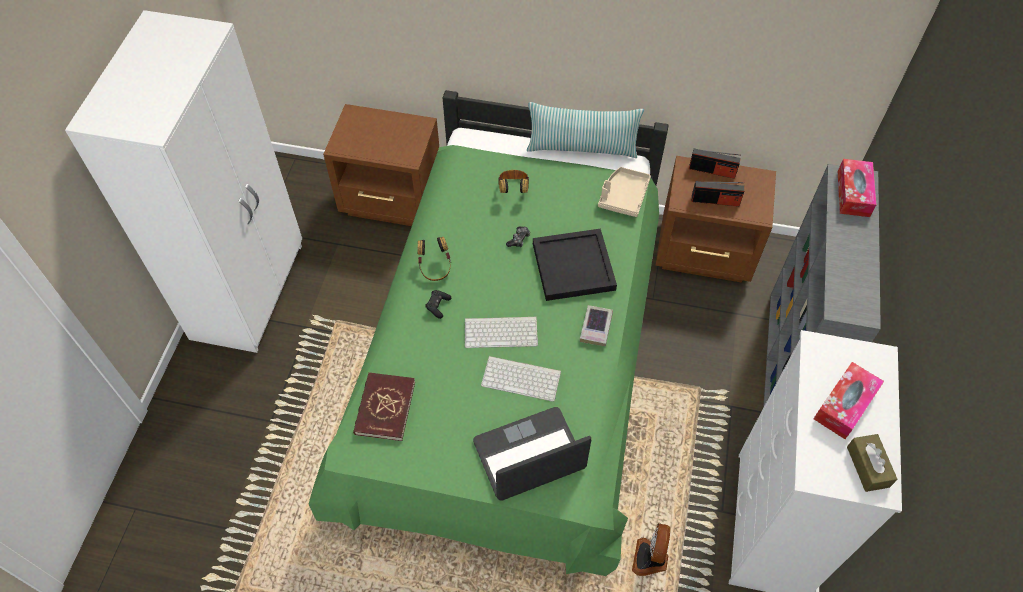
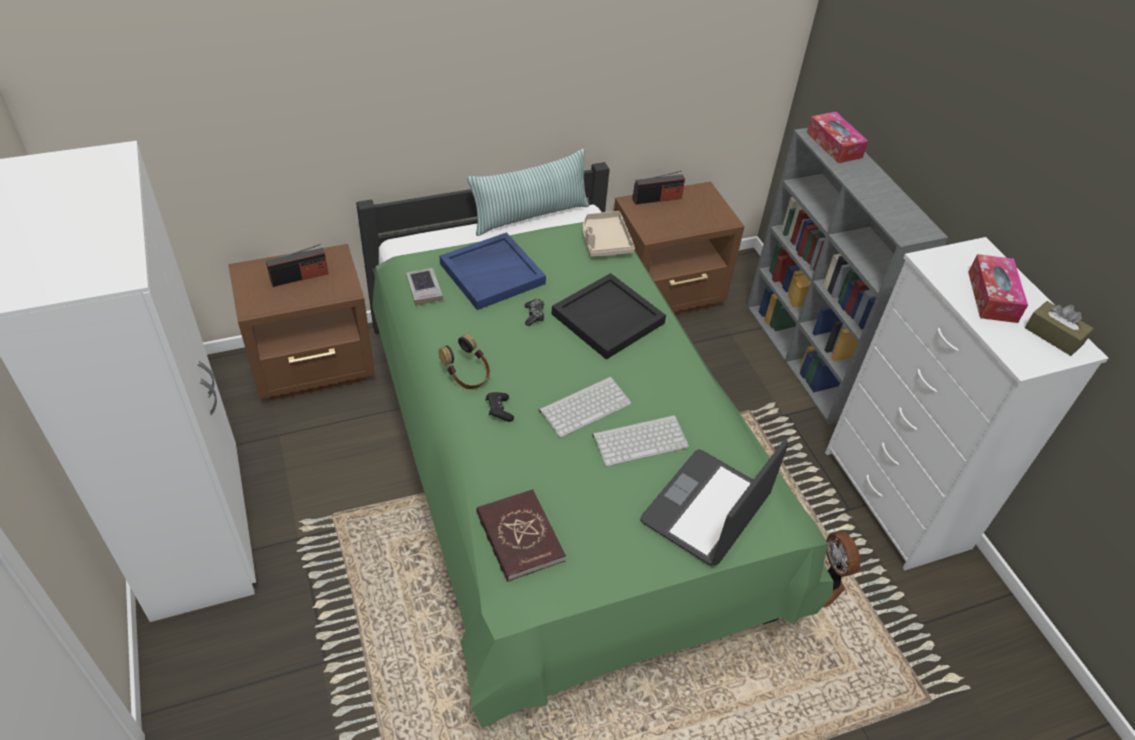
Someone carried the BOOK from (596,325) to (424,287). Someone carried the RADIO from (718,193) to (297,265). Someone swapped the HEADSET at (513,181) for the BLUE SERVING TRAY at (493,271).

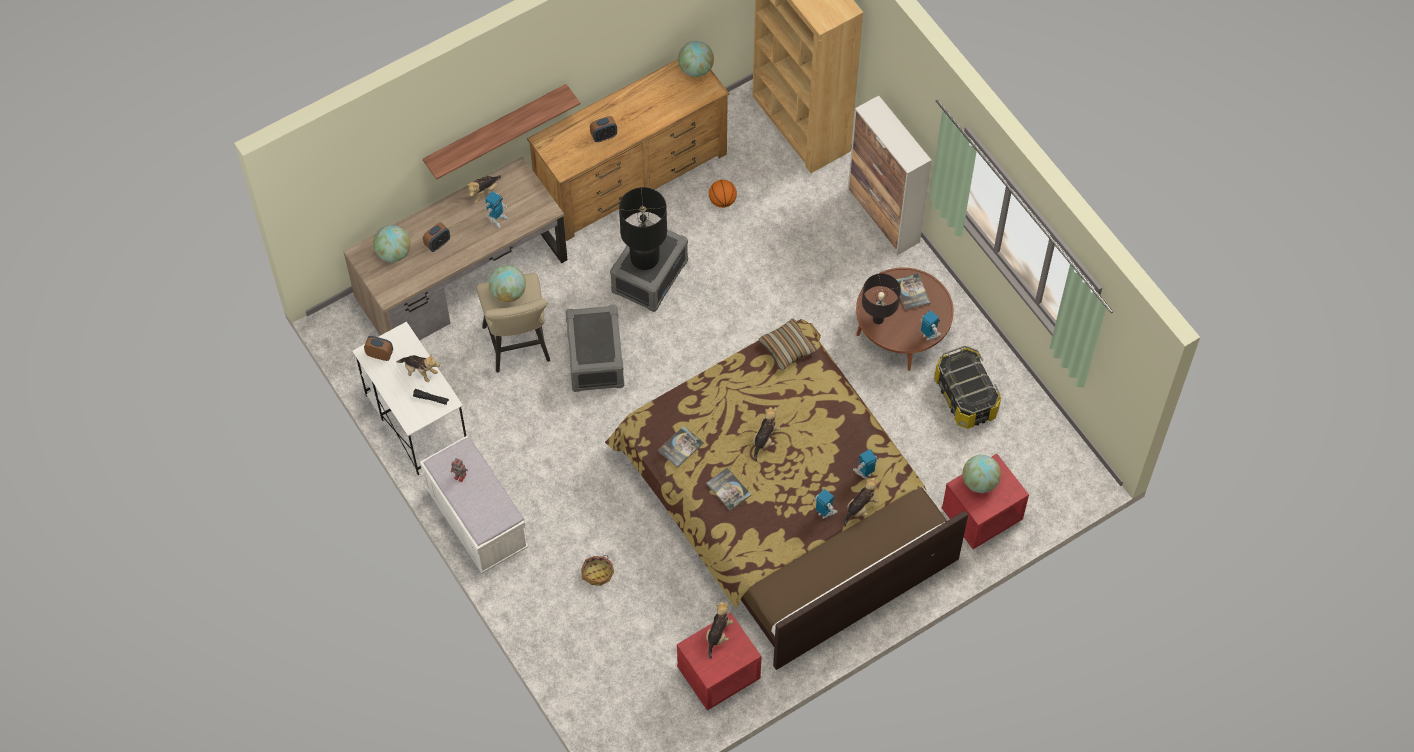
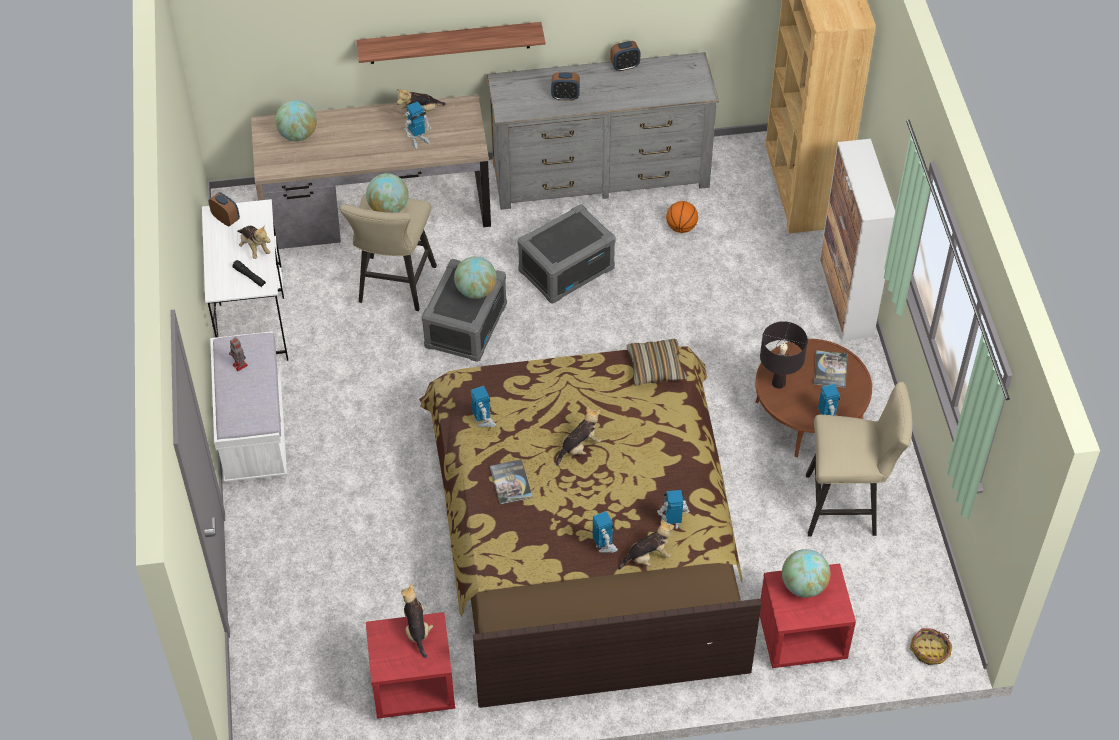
Someone took away the BLACK-COLOURED TABLE LAMP at (643,228). Someone carried the BEDSIDE CLOCK from (436,237) to (625,56). Someone carried the STORAGE BASKET from (597,570) to (931,646). Someone carried the GLOBE from (696,59) to (475,277). Someone swapped the BOOK at (681,447) for the MODEL ROBOT at (484,406). Someone swapped the STORAGE CONTAINER at (967,387) for the BEIGE STOOL SEAT at (859,459). Someone repainted the BROWN CHEST OF DRAWERS at (628,150), which became the GRAY CHEST OF DRAWERS at (603,131). Someone rotated the CUDDLY TOY at (719,630) by 60 degrees counterclockwise.

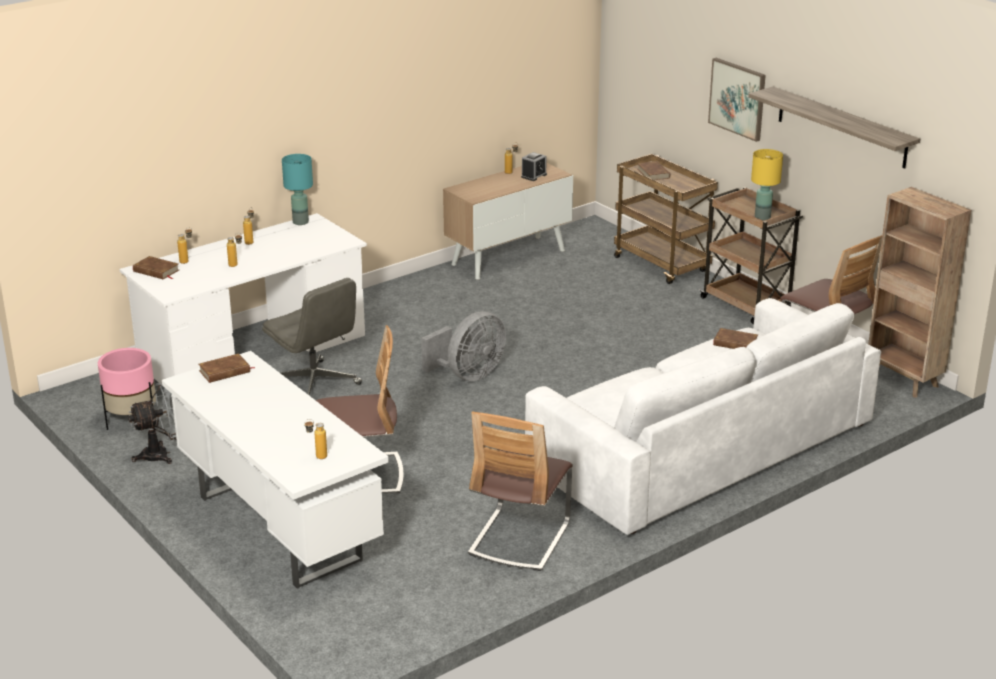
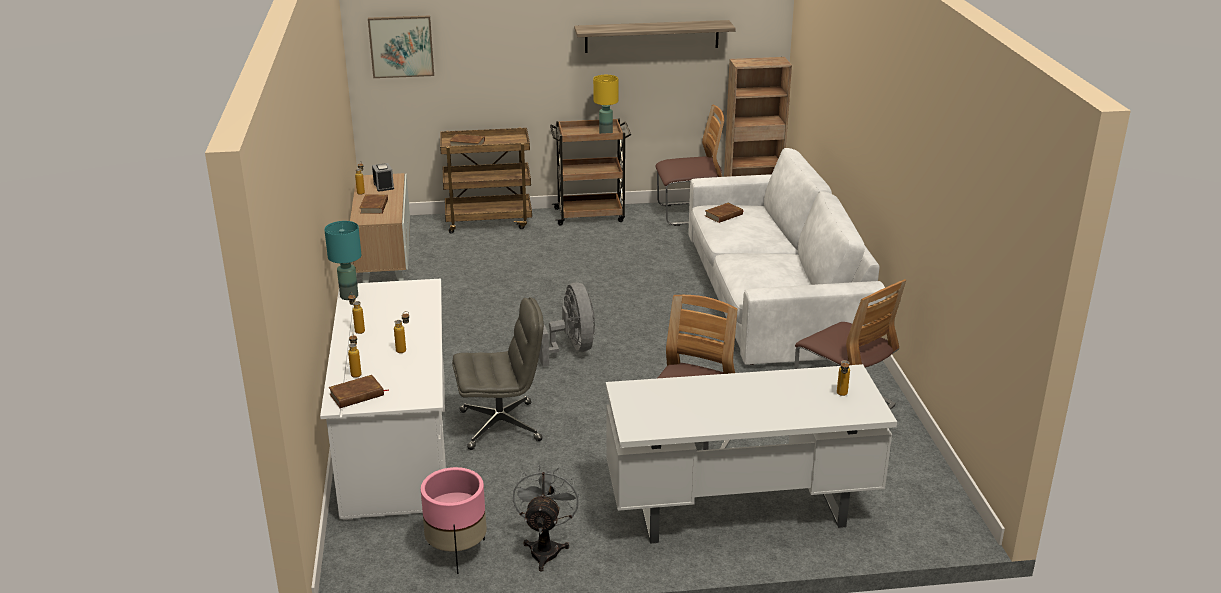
Someone carried the BROWN BOOK from (226,368) to (374,204). Someone carried the WALL ART from (737,100) to (401,47).

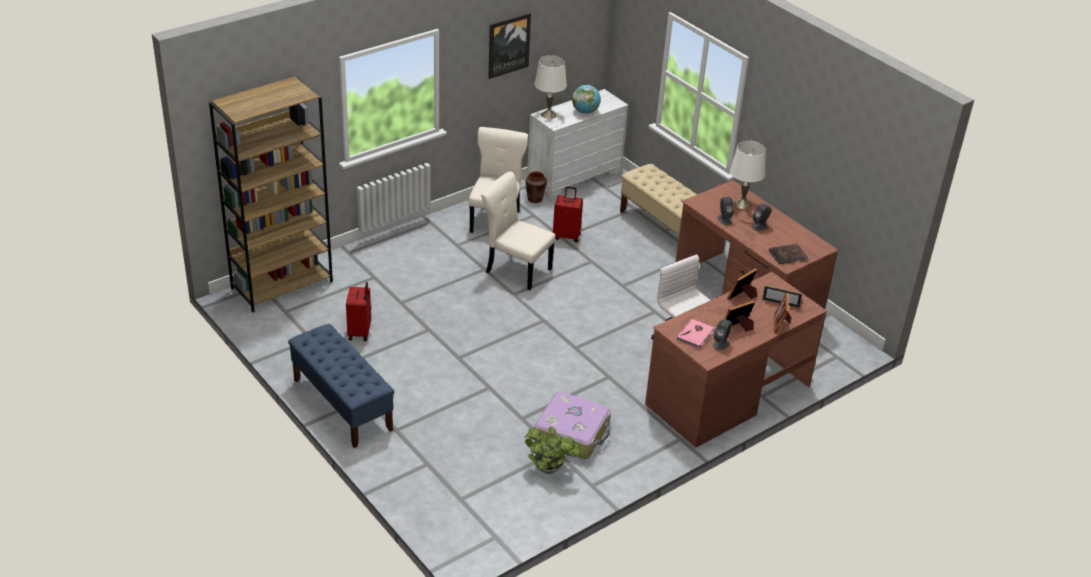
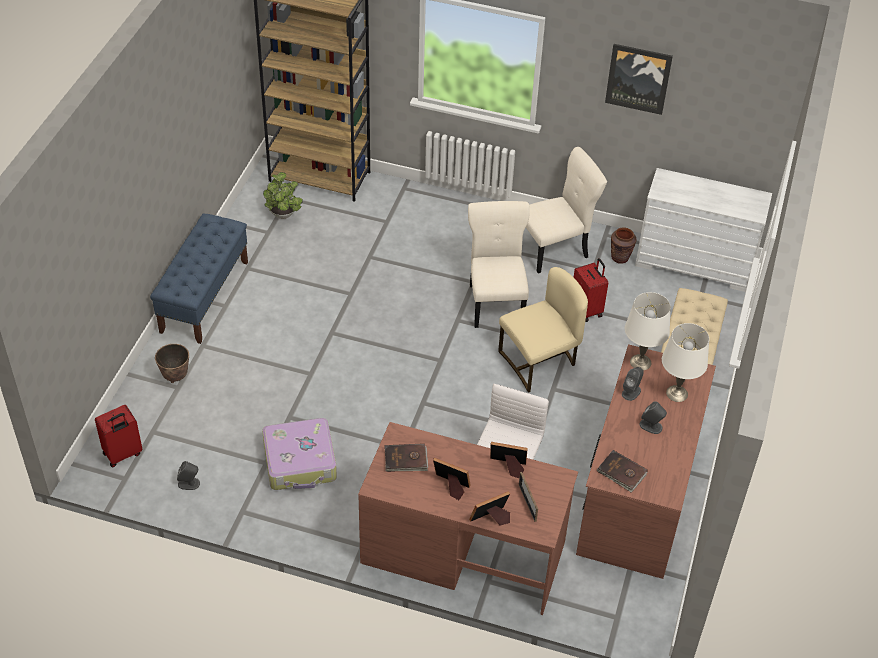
Someone took away the GLOBE at (586,99). Someone put down the PLANT POT at (172,363). Someone put down the BEIGE CHAIR at (543,330). Someone carried the RED PIECE OF LUGGAGE from (358,311) to (119,436). Someone carried the HOUSEPLANT from (552,450) to (283,195). Someone carried the WHITE TABLE LAMP from (551,87) to (648,331). Someone carried the GRAY LOUDSPEAKER from (722,334) to (188,475). Someone repainted the PINK-COLOURED BOOK at (696,334), which became the BROWN BOOK at (406,457).

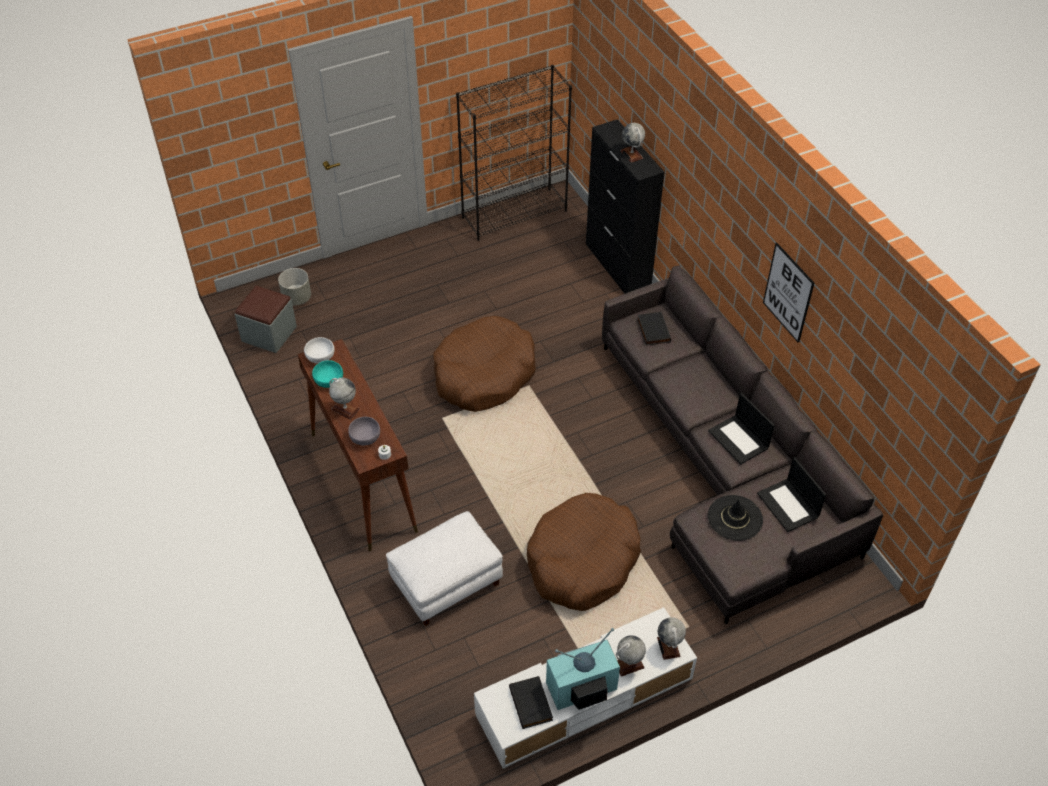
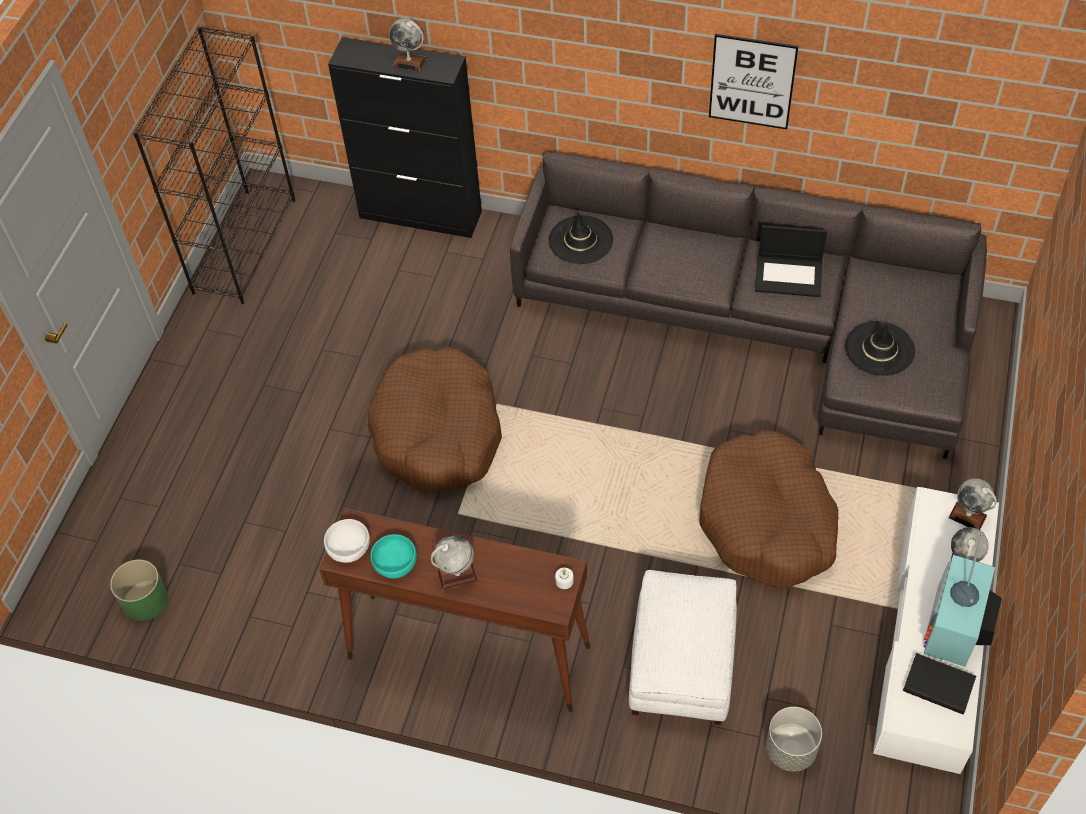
Someone took away the GRAY SERVING BOWL at (364,431). Someone took away the LAPTOP at (791,494). Someone carried the GRAY PLANT POT from (294,286) to (794,739). Someone swapped the GRAY OTTOMAN at (266,319) for the GREEN PLANT POT at (139,590). Someone swapped the BLACK-COLOURED BOOK at (654,328) for the BLACK-COLOURED WEARABLE HAT at (581,238).

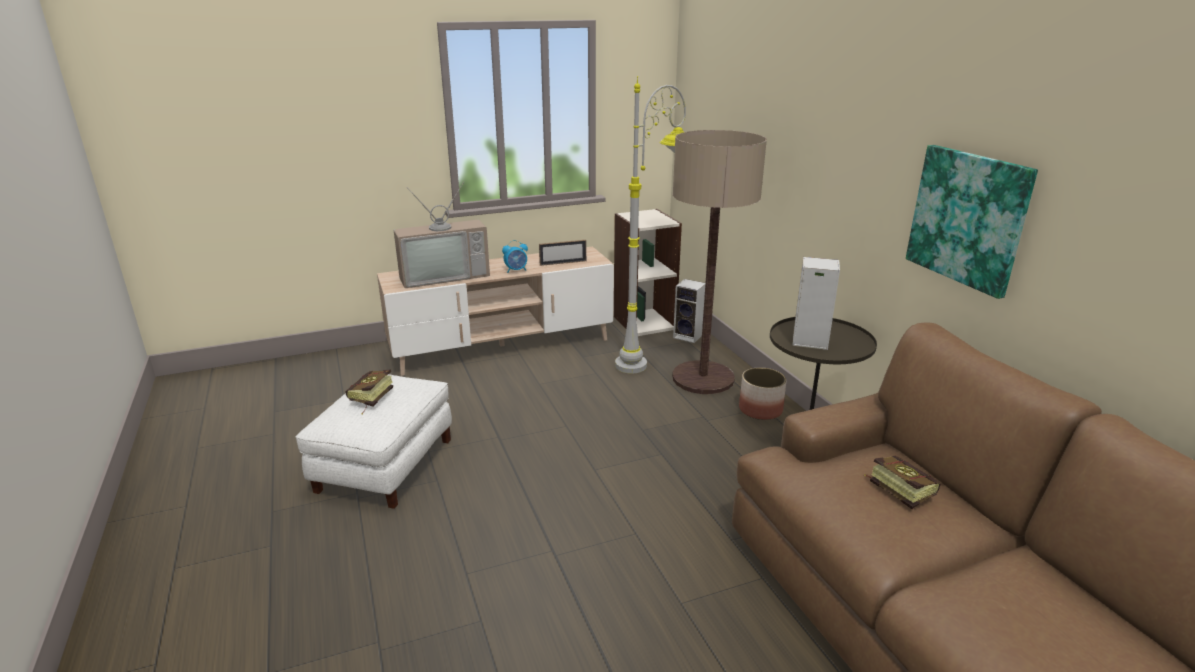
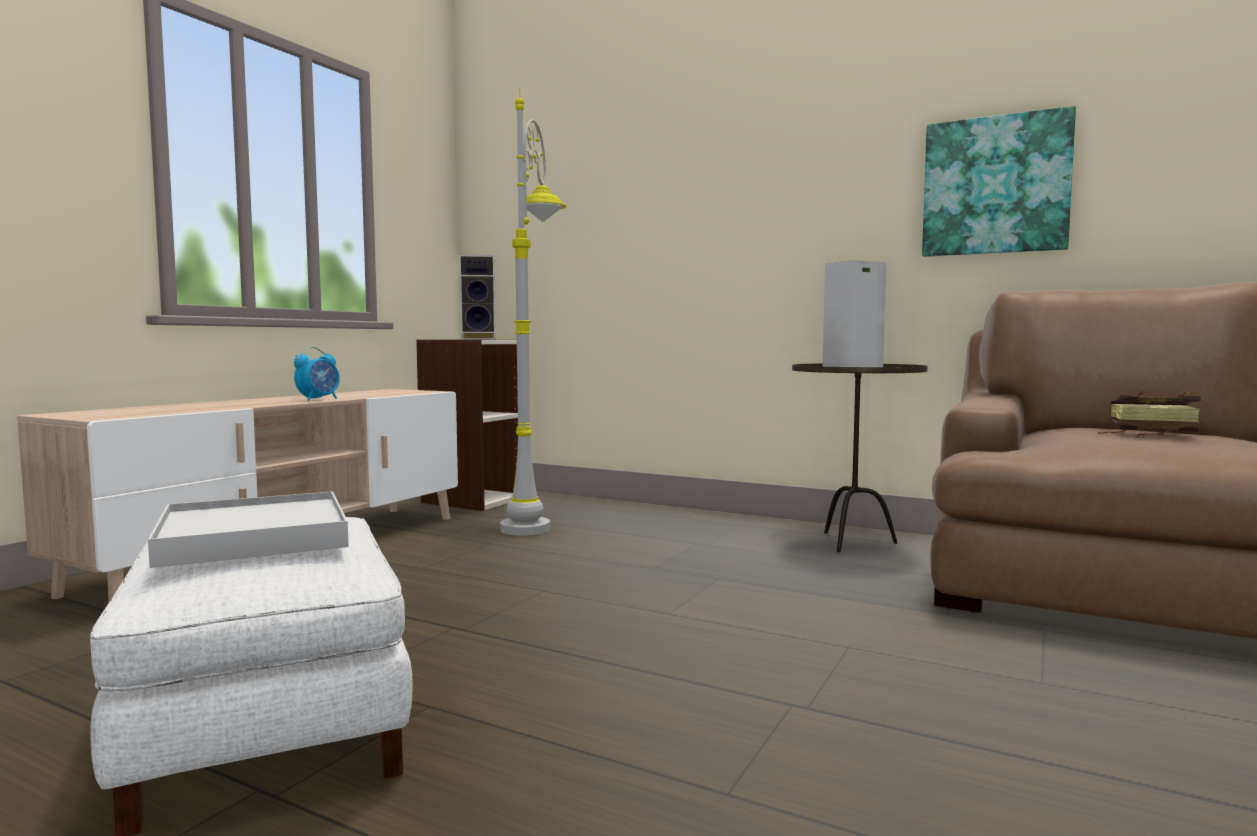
Someone took away the TV at (442,235). Someone took away the PHOTO FRAME at (562,253). Someone took away the STANDING LAMP at (719,262). Someone took away the PLANT POT at (763,393). Someone carried the LOUDSPEAKER from (689,311) to (477,297). Someone swapped the BOOK at (369,392) for the WHITE SERVING TRAY at (248,529).

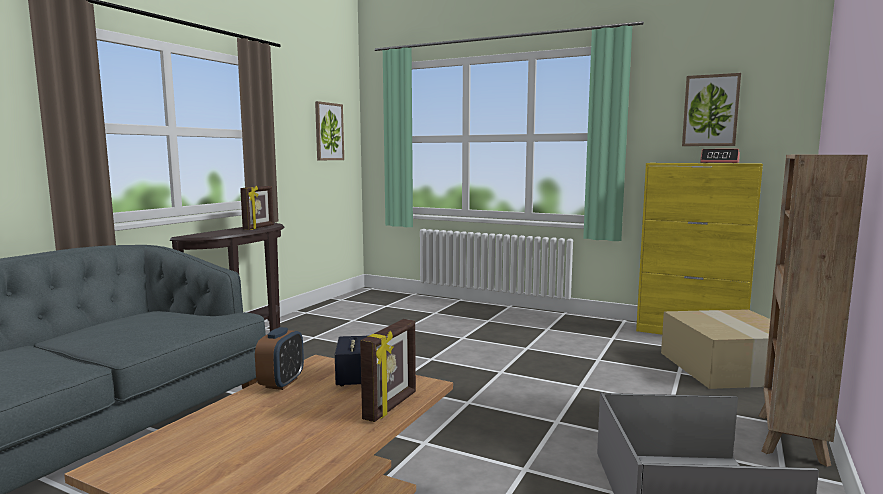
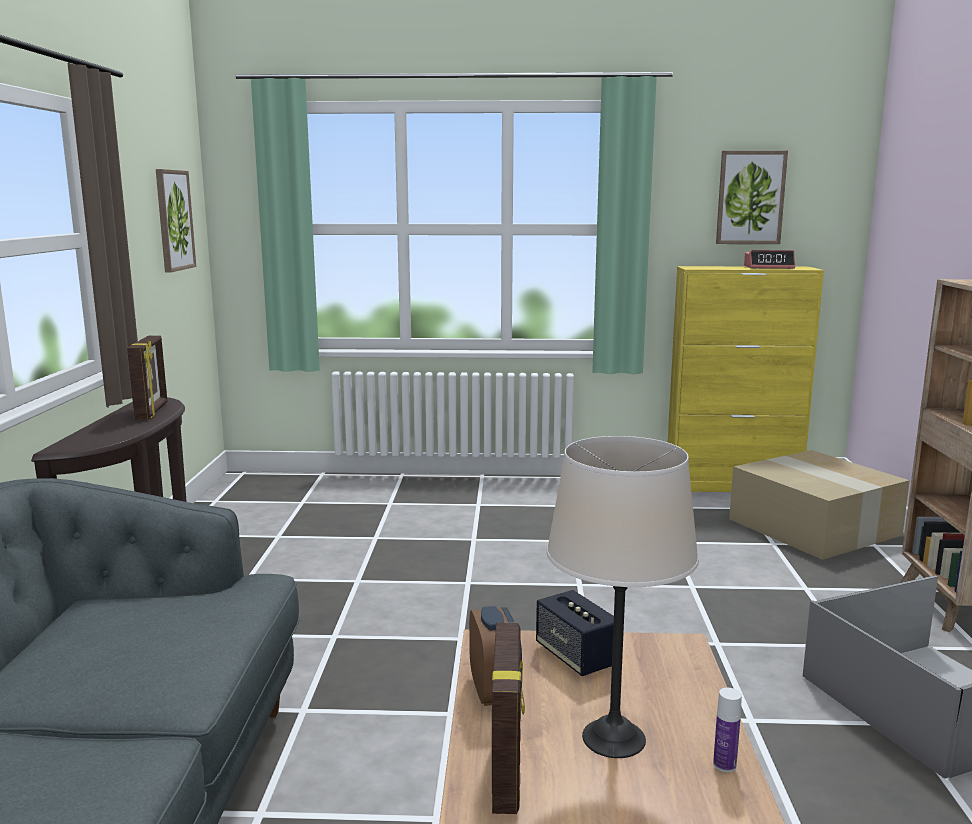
Someone put down the BEIGE TABLE LAMP at (622,597). Someone put down the BEVERAGE BOTTLE at (727,730). Someone carried the PHOTO FRAME from (388,370) to (508,718).

